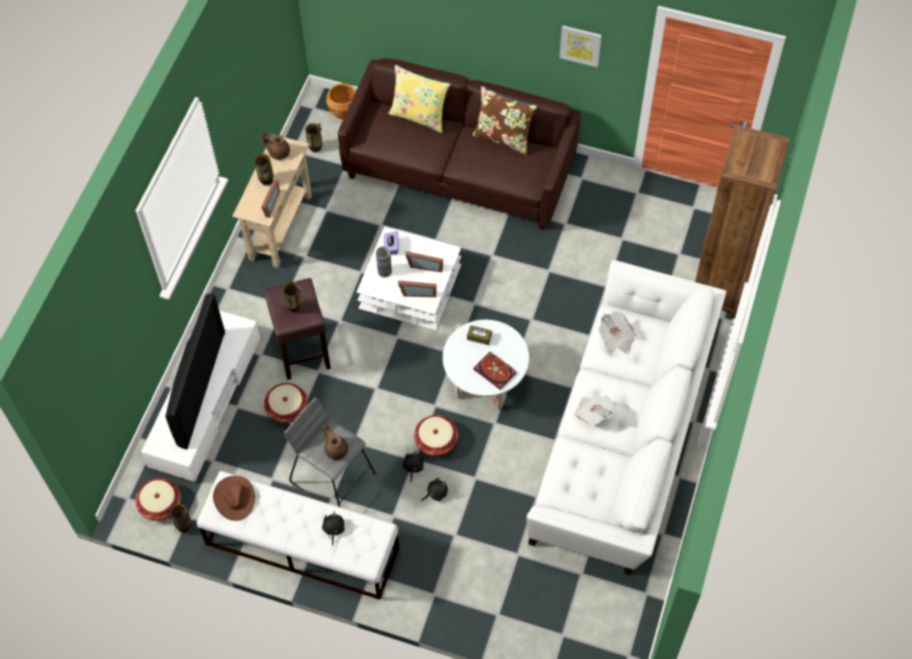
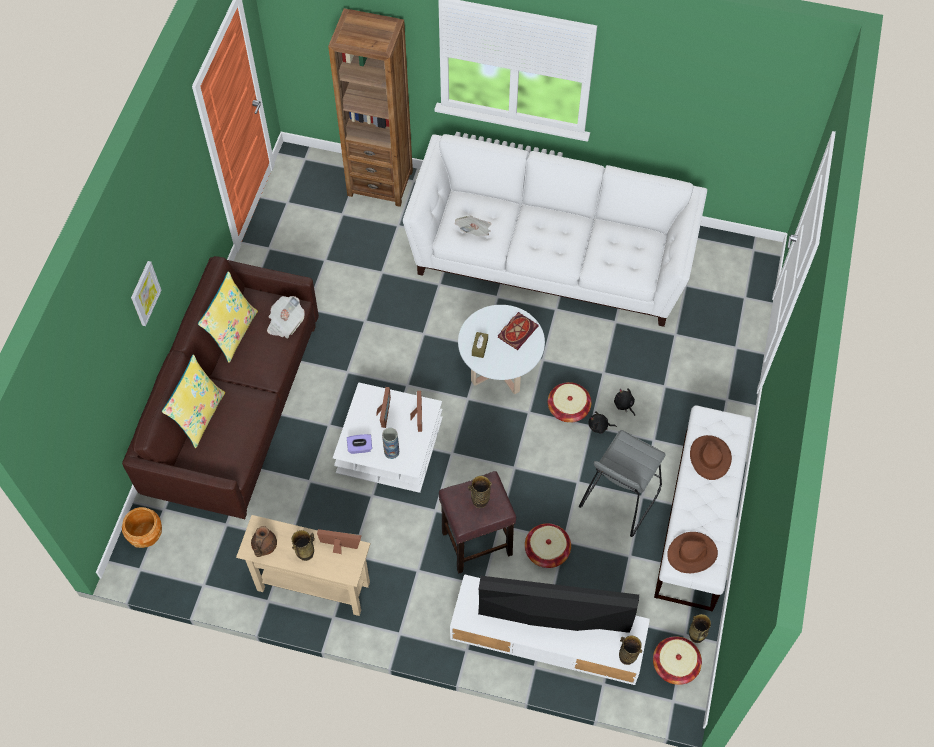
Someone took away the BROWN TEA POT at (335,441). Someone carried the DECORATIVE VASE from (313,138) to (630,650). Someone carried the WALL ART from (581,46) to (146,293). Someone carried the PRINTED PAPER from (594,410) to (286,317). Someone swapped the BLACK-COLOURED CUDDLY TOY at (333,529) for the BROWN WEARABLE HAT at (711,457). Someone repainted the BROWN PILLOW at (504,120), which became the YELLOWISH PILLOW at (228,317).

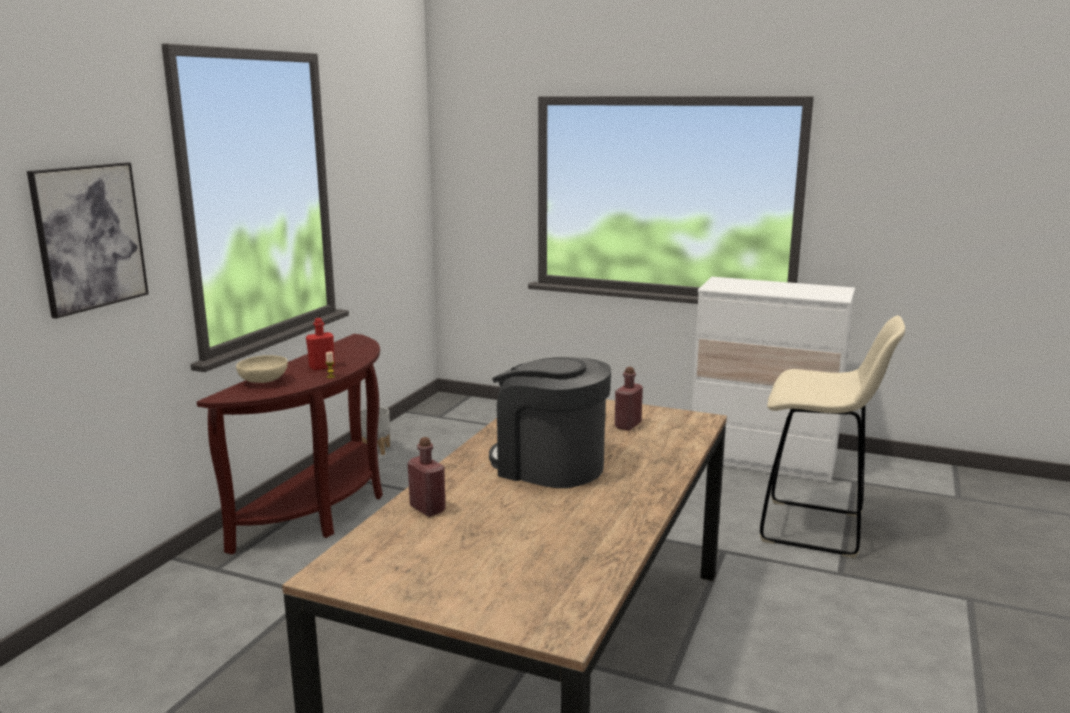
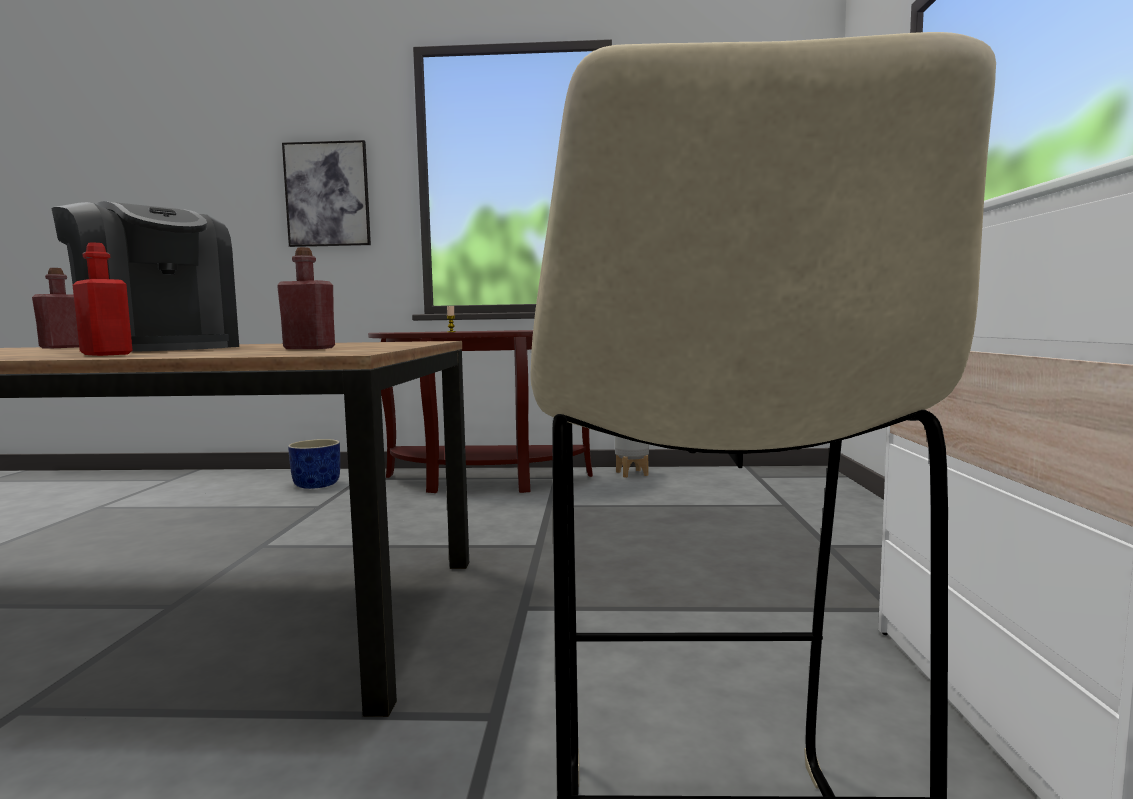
Someone took away the BEIGE SERVING BOWL at (262,369). Someone put down the BLUE PLANT POT at (314,464). Someone carried the RED BEVERAGE BOTTLE from (320,344) to (103,299). Someone rotated the COFFEE MACHINE at (550,422) by 120 degrees clockwise.

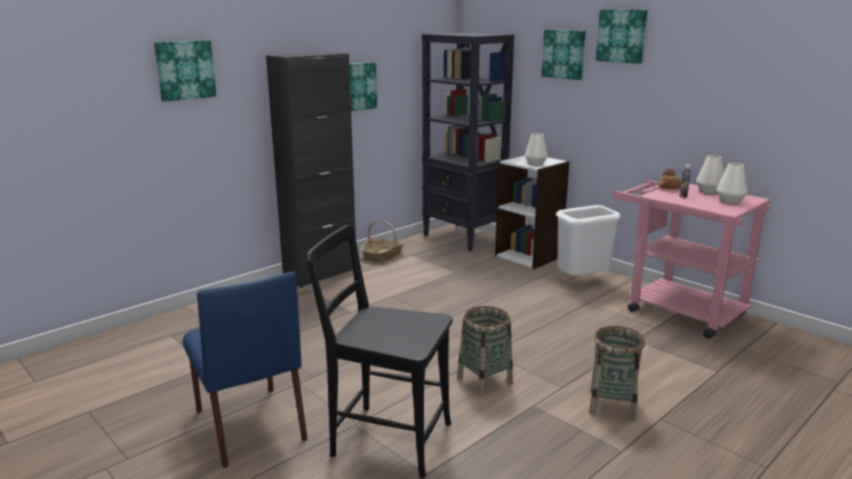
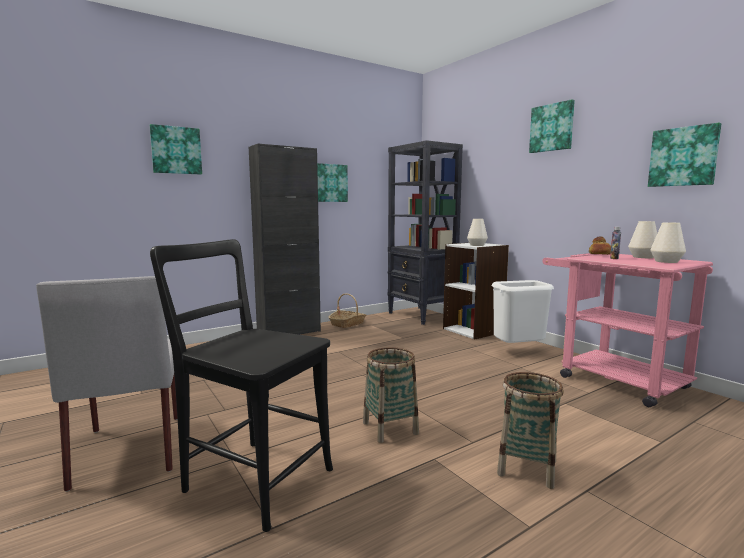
Someone carried the WALL ART from (563,55) to (684,155). Someone repainted the BLUE CHAIR at (245,370), which became the GRAY CHAIR at (107,384).

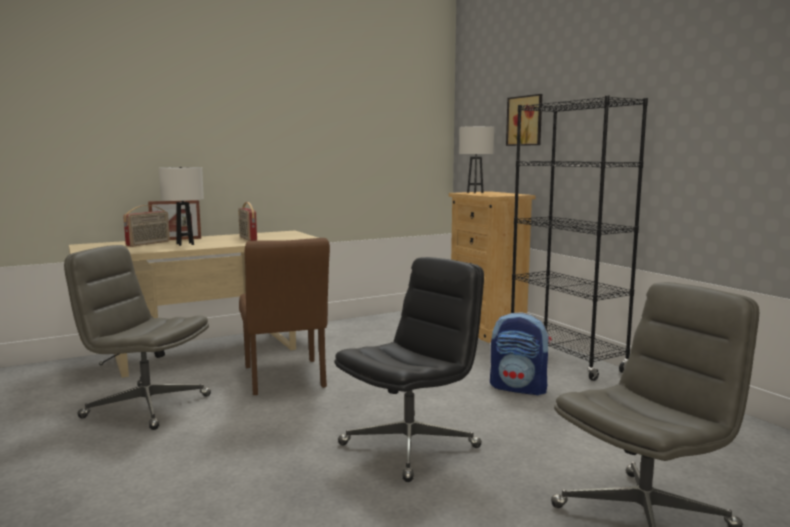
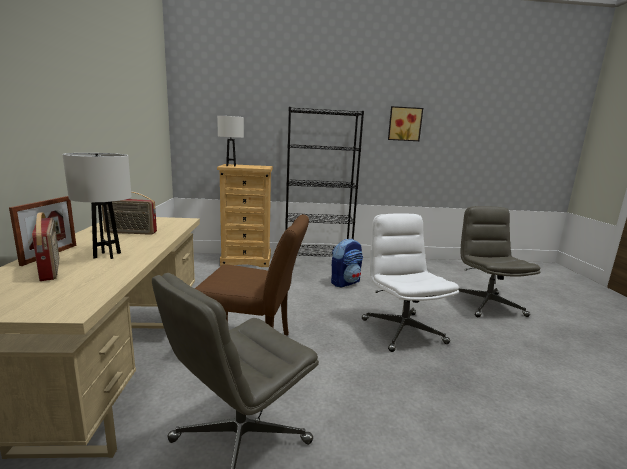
Someone carried the WALL ART from (524,120) to (405,123). Someone repainted the BLACK-COLOURED COMPUTER CHAIR at (409,369), which became the WHITE COMPUTER CHAIR at (410,282).

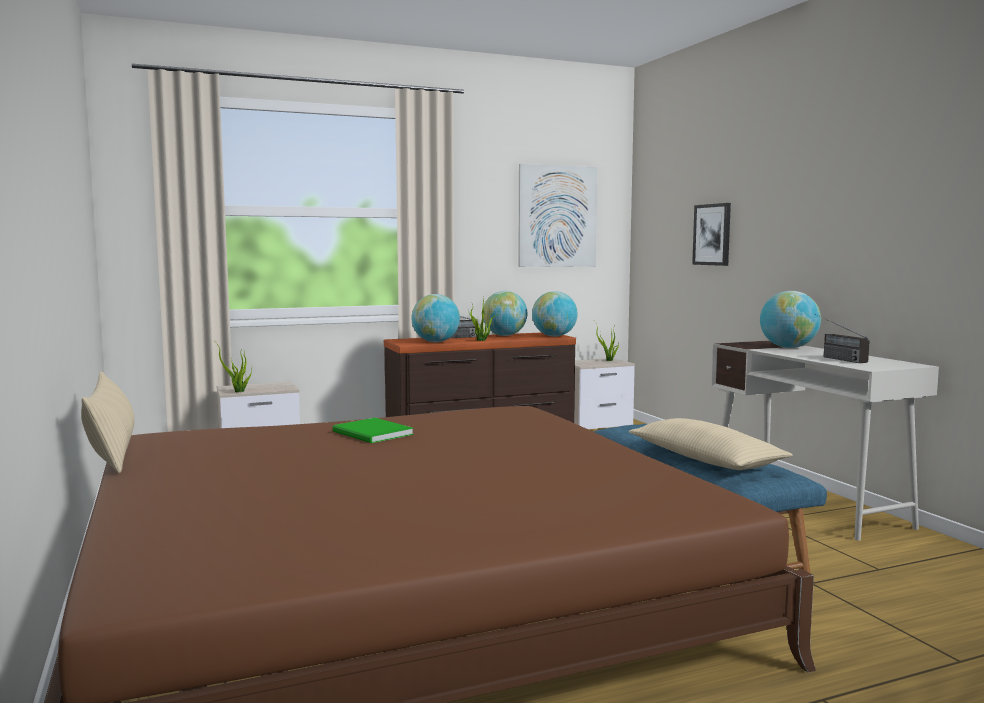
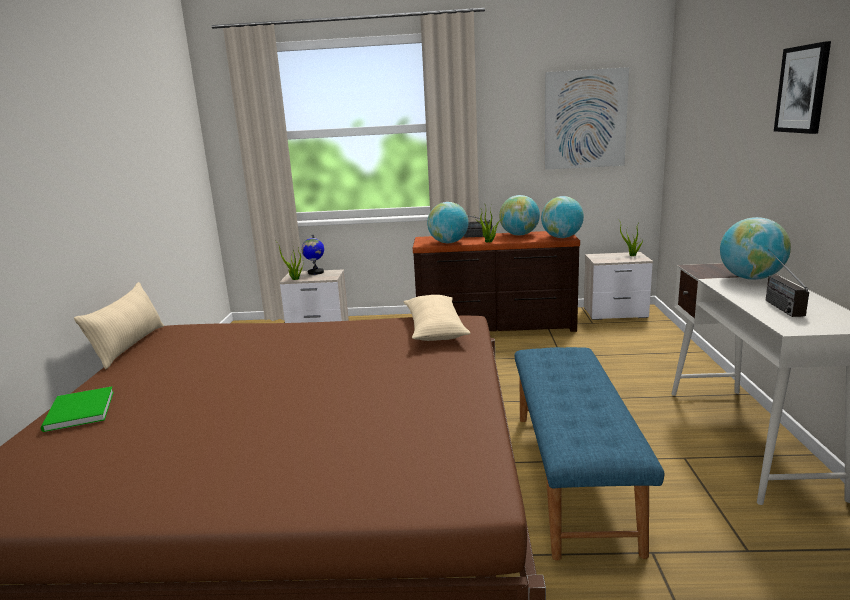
Someone put down the GLOBE at (312,255). Someone carried the GREEN BOOK from (373,430) to (77,409). Someone carried the BEIGE PILLOW from (711,444) to (437,318). Someone carried the WALL ART from (711,234) to (802,87).

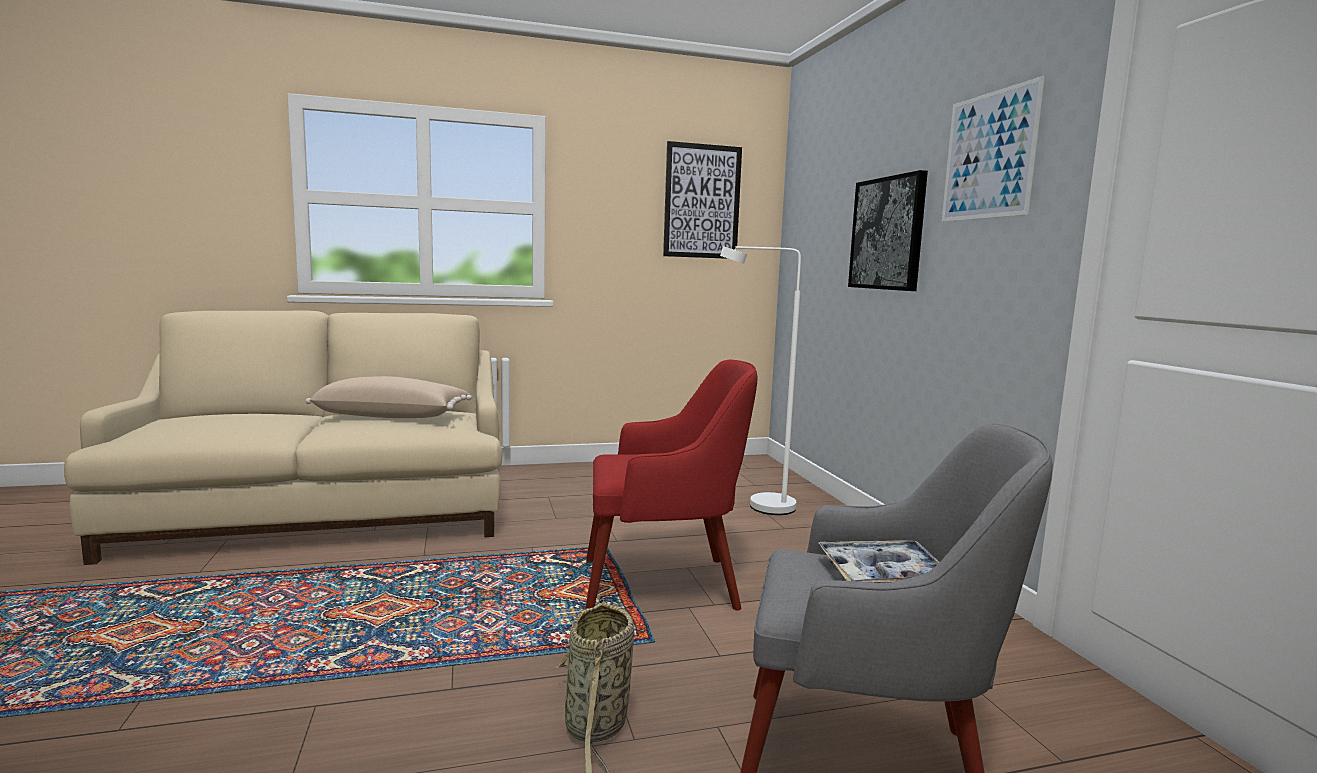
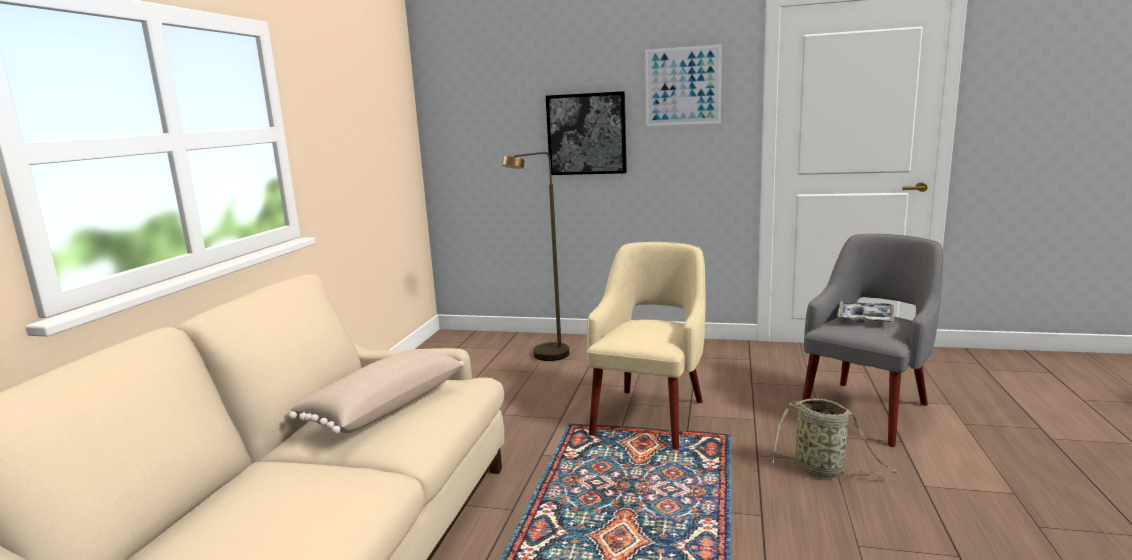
Someone took away the WALL ART at (702,200). Someone repainted the RED LOUNGE CHAIR at (671,485), which became the BEIGE LOUNGE CHAIR at (646,346). Someone repainted the WHITE STANDING LAMP at (760,380), which became the BROWN STANDING LAMP at (535,256).

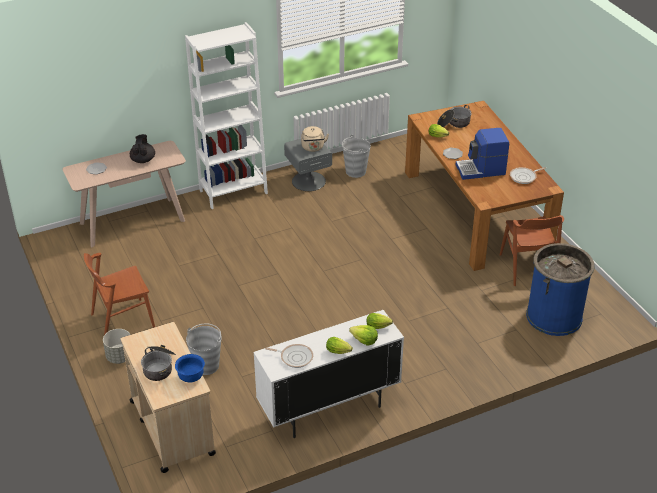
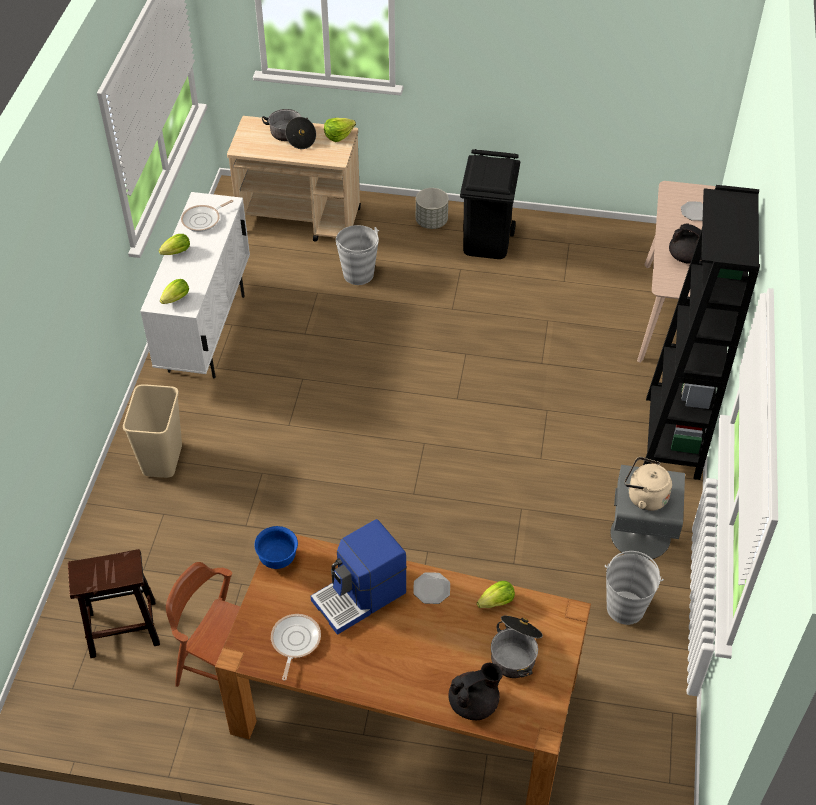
Someone put down the BEIGE RUBBISH BIN at (152,431). Someone put down the BLACK-COLOURED TEA POT at (475,691). Someone carried the BLUE SERVING BOWL from (190,368) to (276,547). Someone carried the LETTUCE from (363,335) to (340,130). Someone swapped the BROWN CHAIR at (119,294) for the BLACK-COLOURED RUBBISH BIN at (490,204). Someone swapped the BLUE RUBBISH BIN at (560,289) for the BROWN STOOL SEAT at (114,603). Someone repainted the WHITE SHELVING UNIT at (226,115), which became the BLACK-COLOURED SHELVING UNIT at (701,332). Someone rotated the COFFEE MACHINE at (482,154) by 150 degrees counterclockwise.

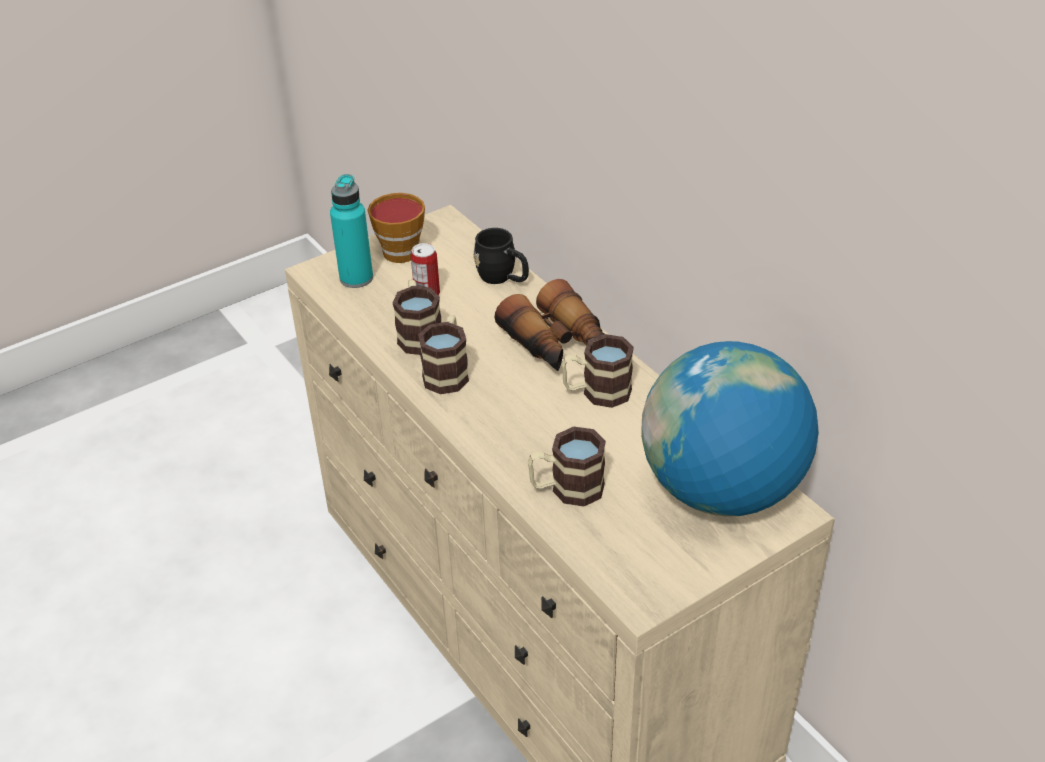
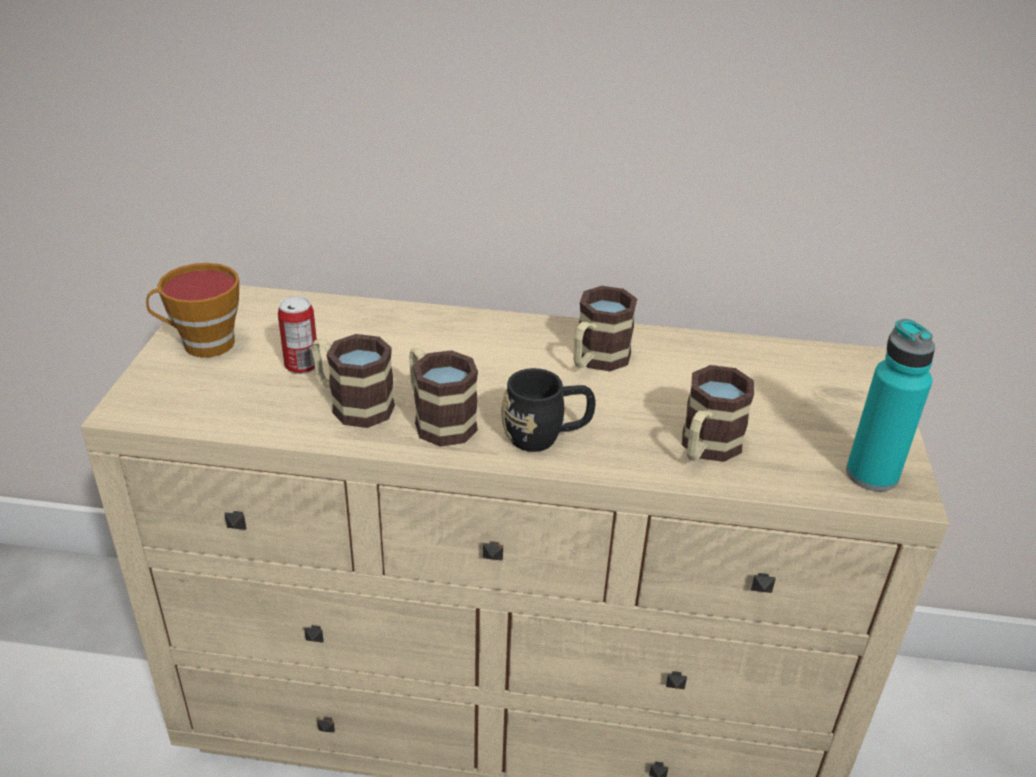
Someone took away the FIELD GLASSES at (549,325). Someone took away the GLOBE at (730,429). Someone carried the TURQUOISE BEVERAGE BOTTLE from (351,231) to (890,405). Someone carried the BLACK-COLOURED MUG from (501,256) to (548,410).

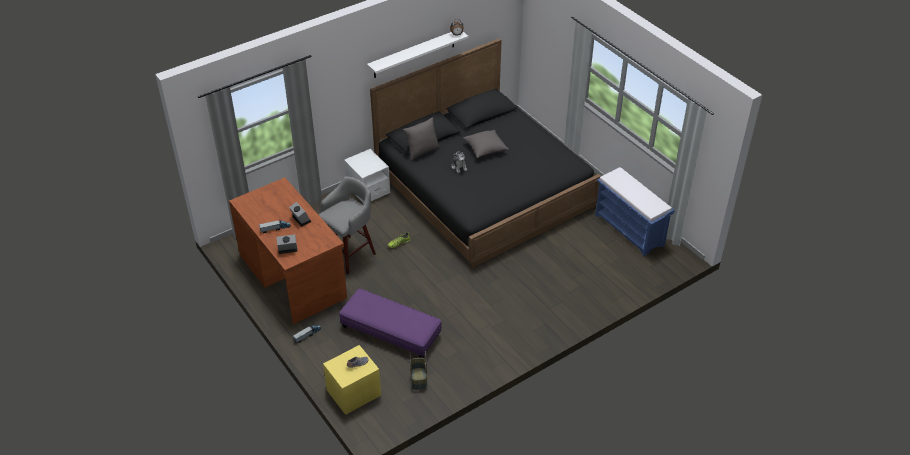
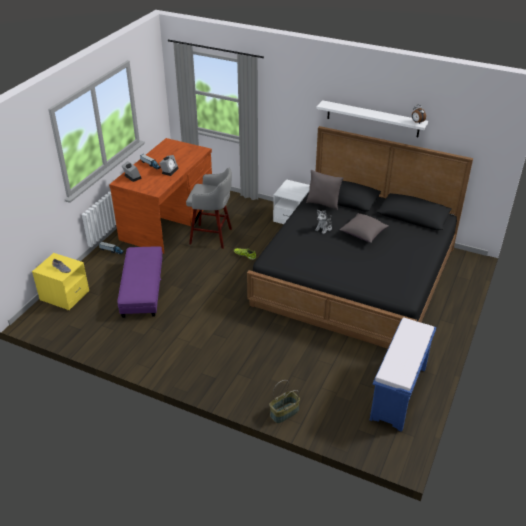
Someone carried the STORAGE BASKET from (418,370) to (284,401).

